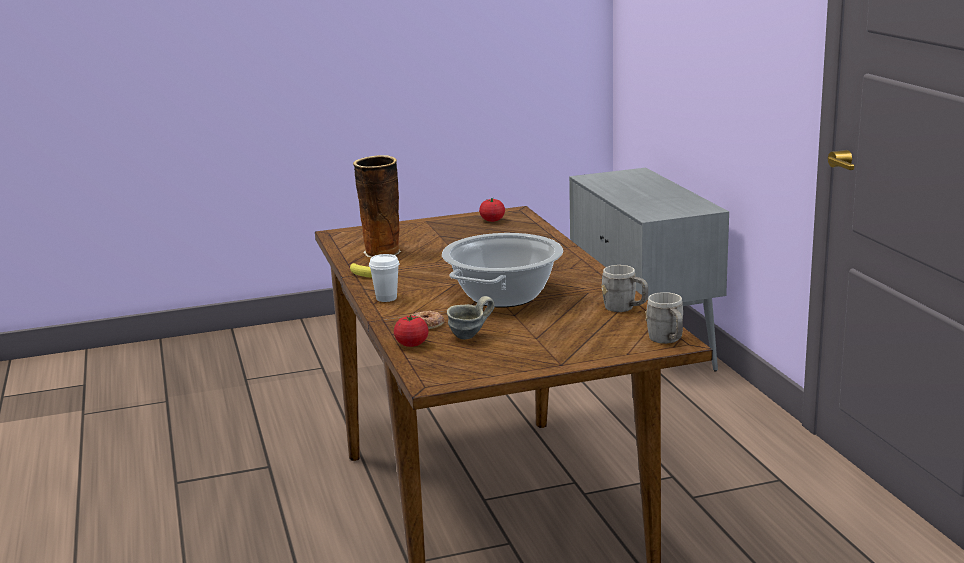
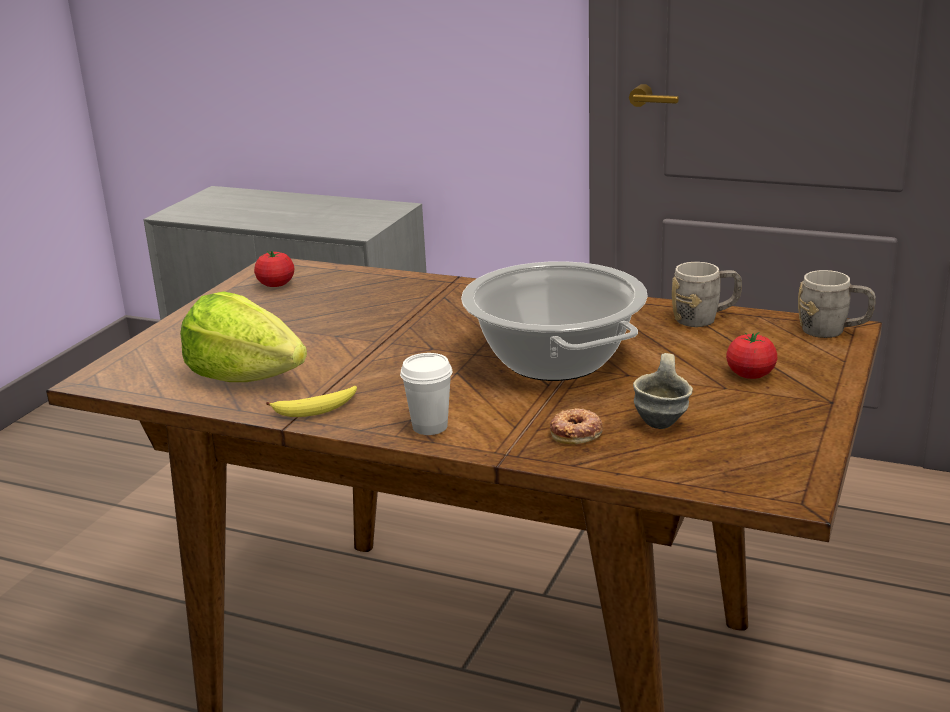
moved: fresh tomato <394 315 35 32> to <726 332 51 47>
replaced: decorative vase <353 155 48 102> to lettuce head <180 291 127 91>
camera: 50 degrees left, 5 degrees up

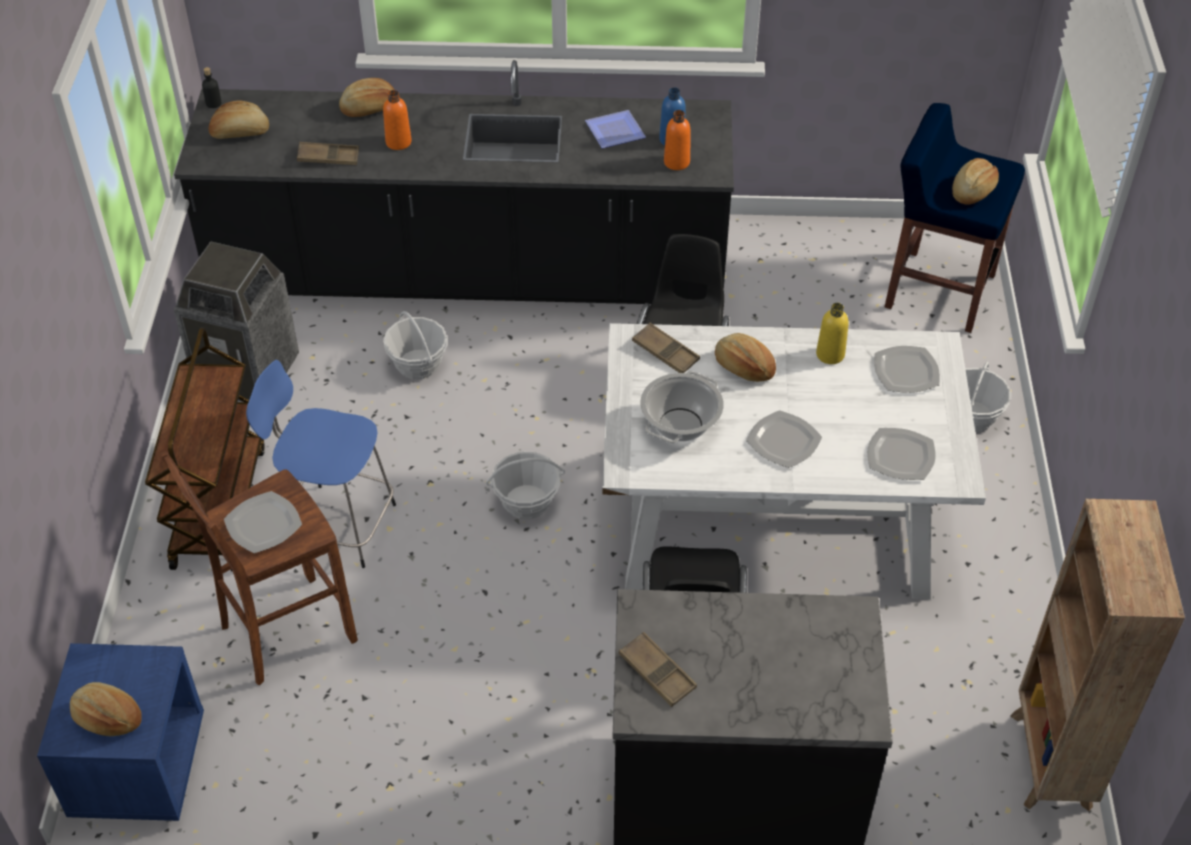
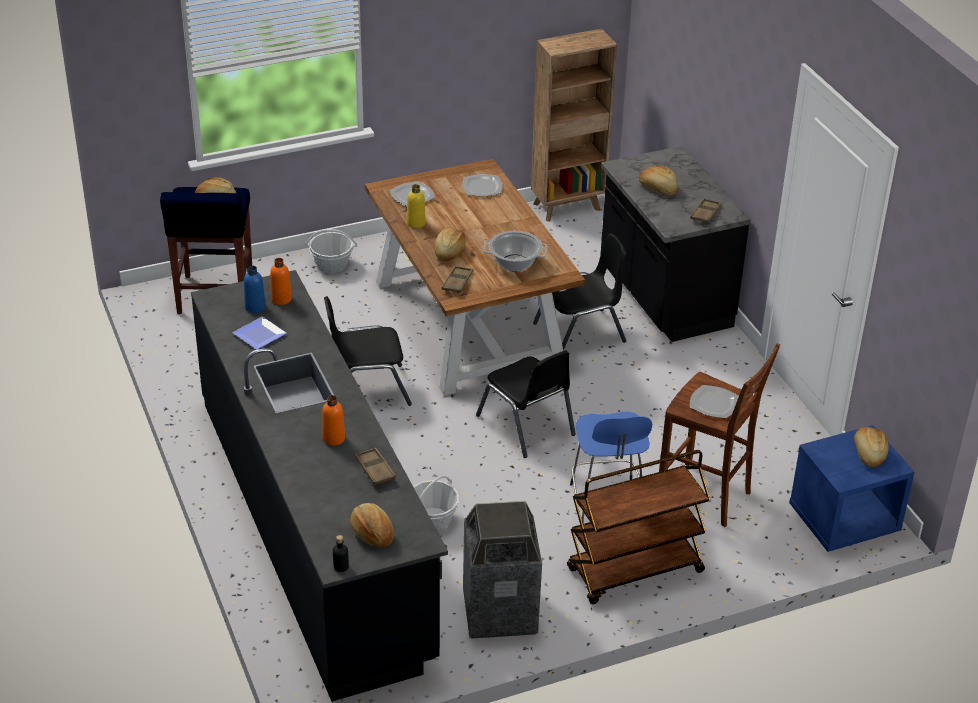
removed: plate <746 410 76 58>
moved: bread <339 78 55 39> to <639 165 39 31>
replaced: storage basket <486 452 79 67> to blackish plain chair <476 351 100 107>
recoloured: whitish dining table <602 323 384 277> to brown dining table <365 159 220 236>
camera: 115 degrees left, 10 degrees down

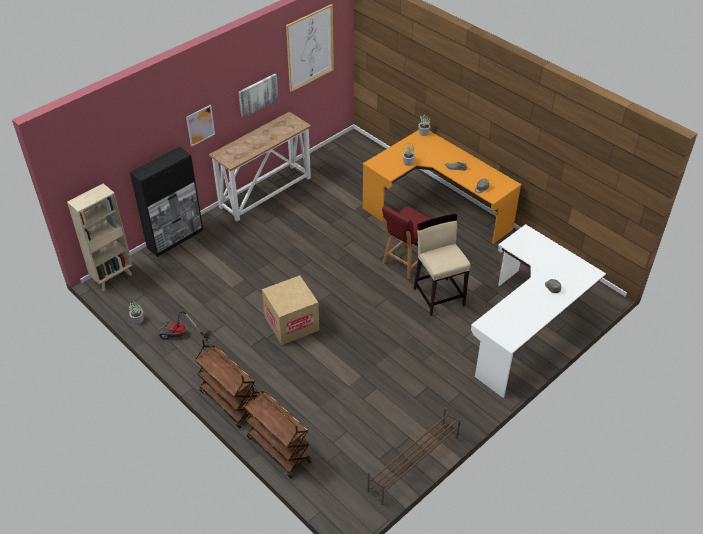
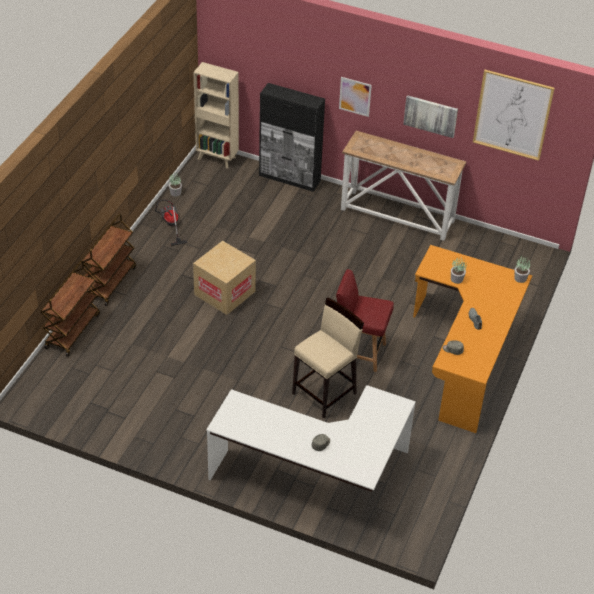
removed: brown shoe rack <367 407 94 98>
camera: 65 degrees right, 0 degrees up

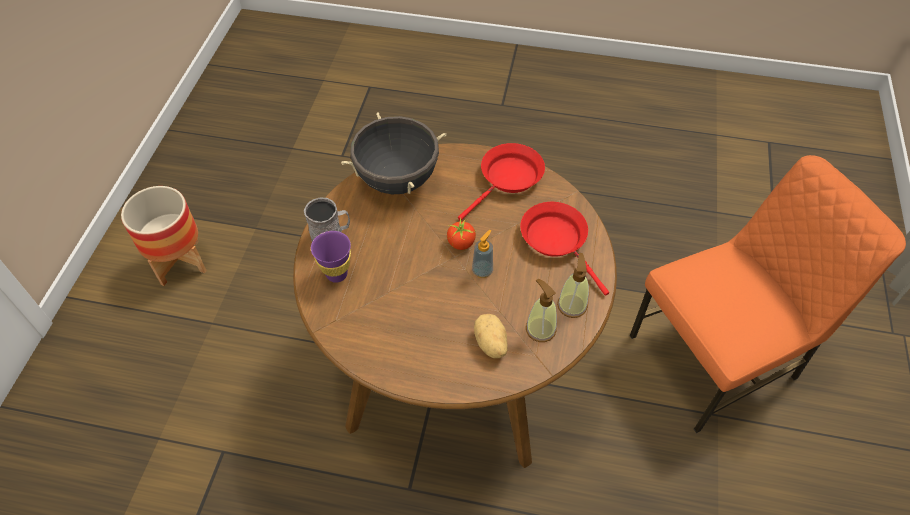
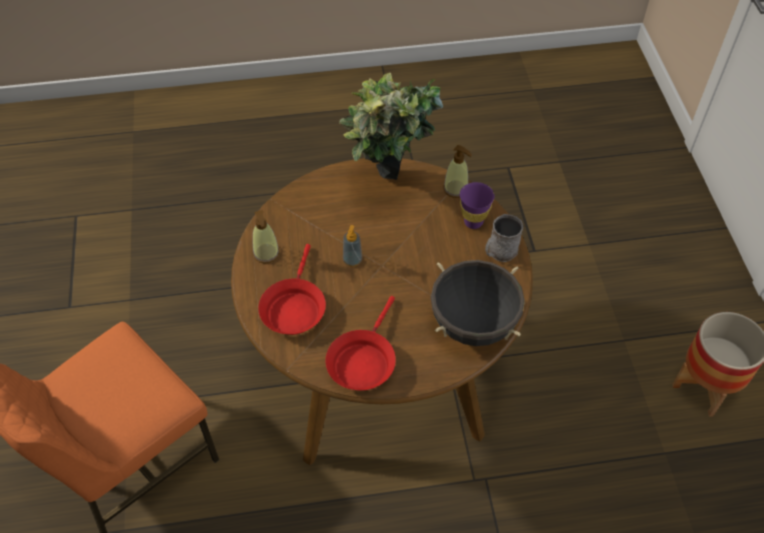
removed: fresh tomato <447 217 29 33>; whole potato <474 314 34 44>
added: plant in a pot <339 73 104 107>
moved: soap bottle <526 279 31 63> to <443 145 29 53>
turned: red-coloured frying pan <520 202 89 93> = <258 244 68 91> 60 degrees clockwise
camera: 160 degrees right, 0 degrees up

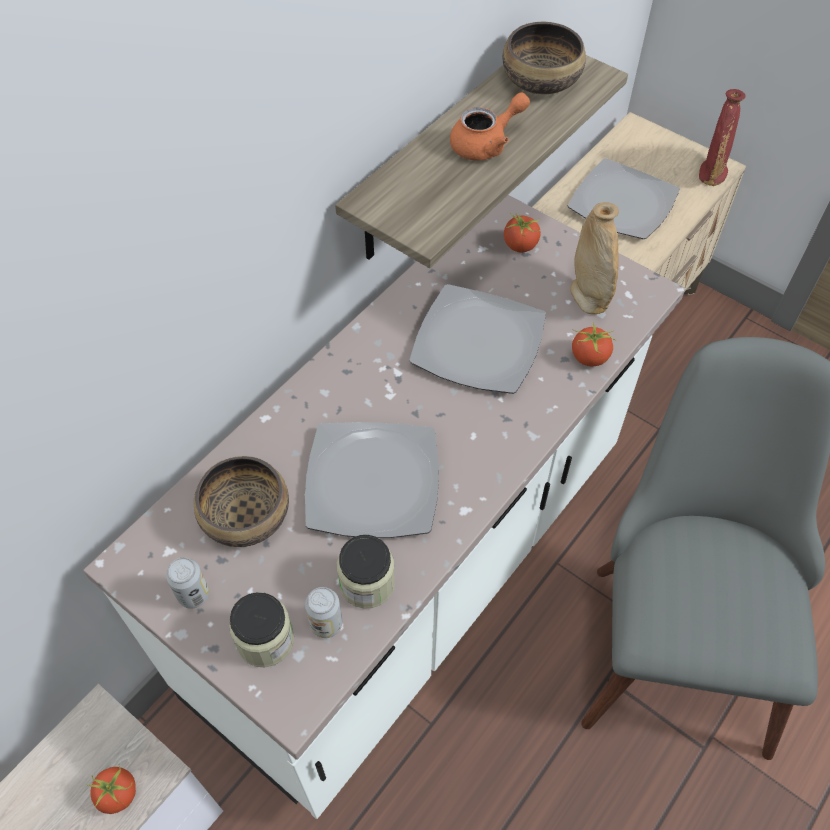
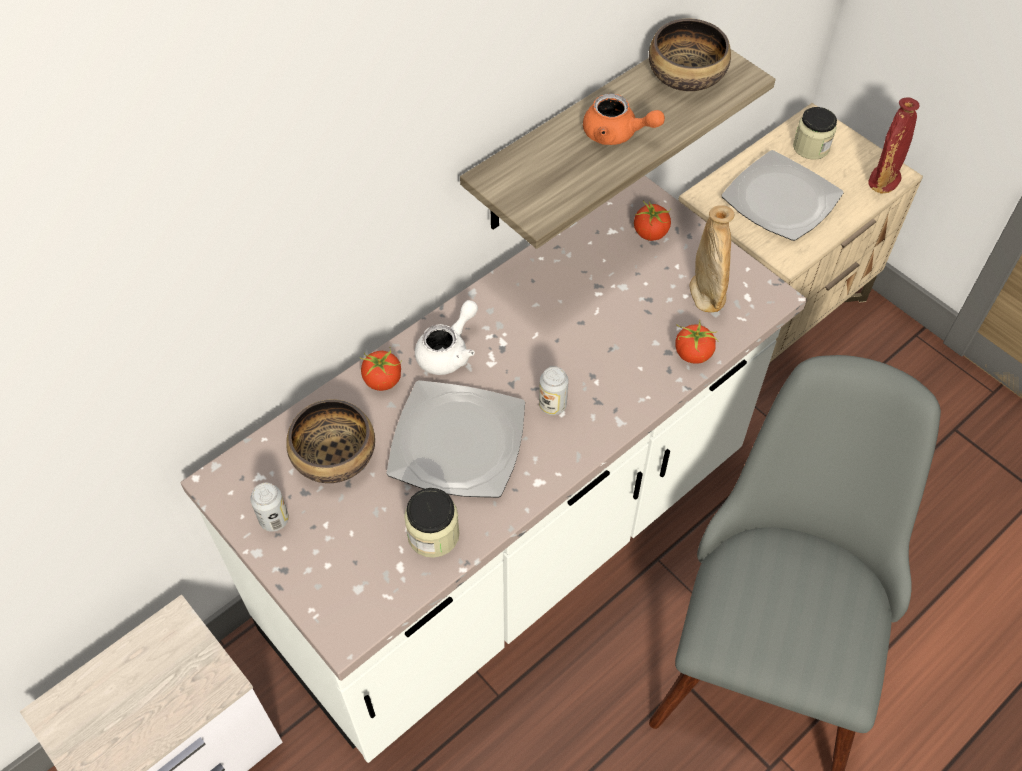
removed: plate <409 284 137 110>
added: whitish tea pot <415 300 63 75>
moved: fresh tomato <86 764 50 50> to <361 347 41 44>; sealed can <305 587 38 51> to <539 367 30 48>; jar <229 592 65 75> to <793 107 44 53>
turned: orangey tea pot <450 92 80 69> = <583 94 82 51> 45 degrees clockwise
camera: 10 degrees right, 0 degrees up

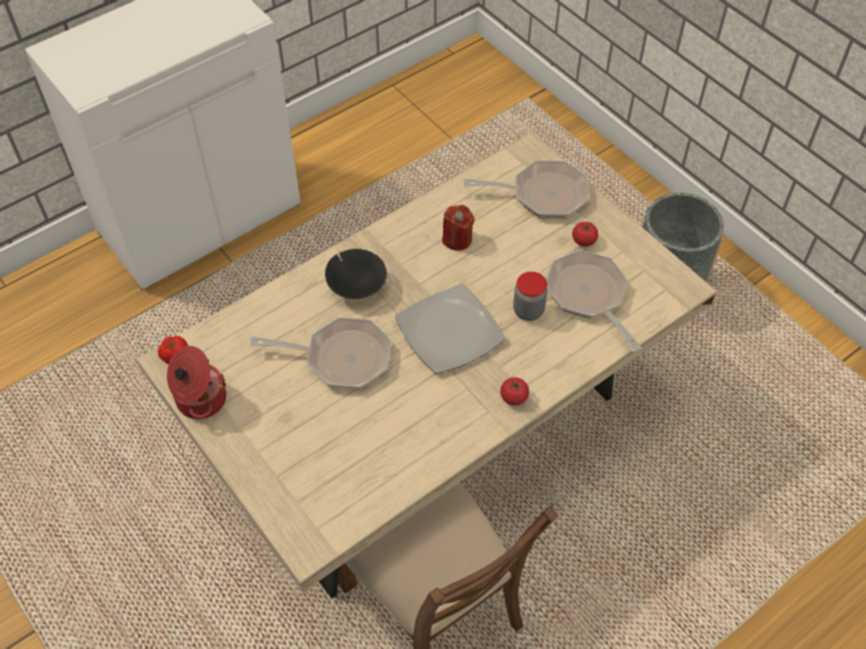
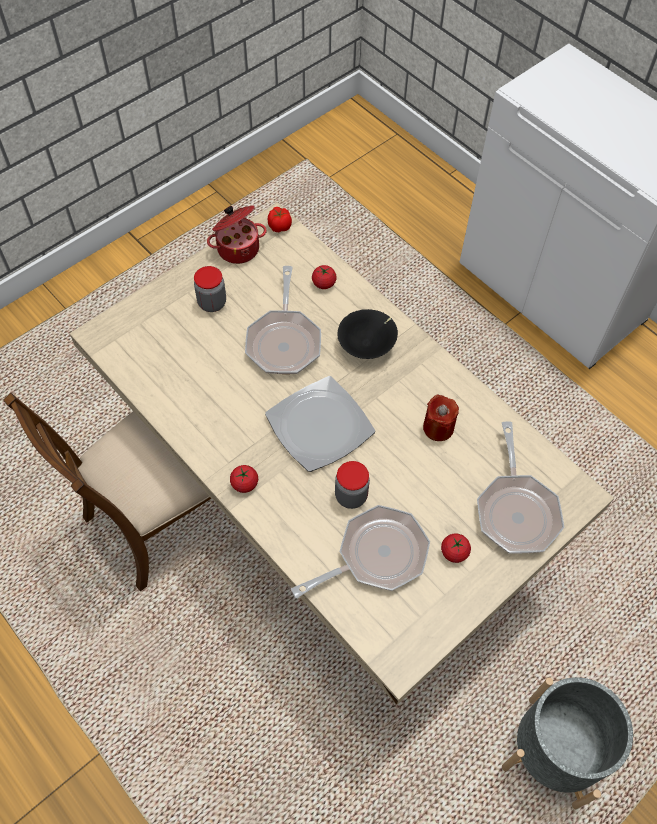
added: jar <194 266 32 46>; fresh tomato <312 265 25 24>
camera: 85 degrees right, 5 degrees up

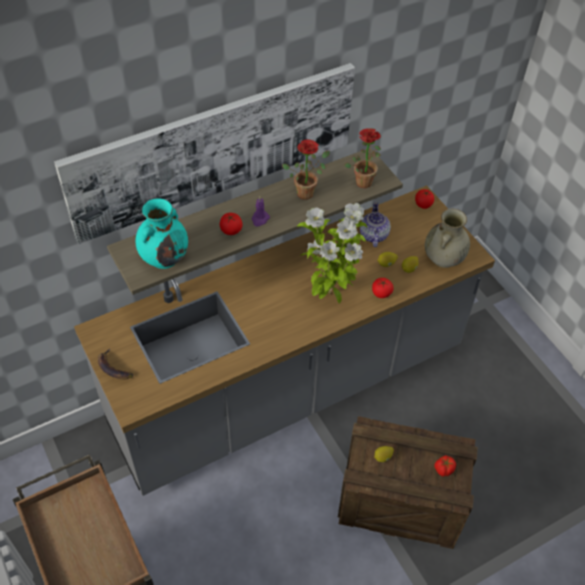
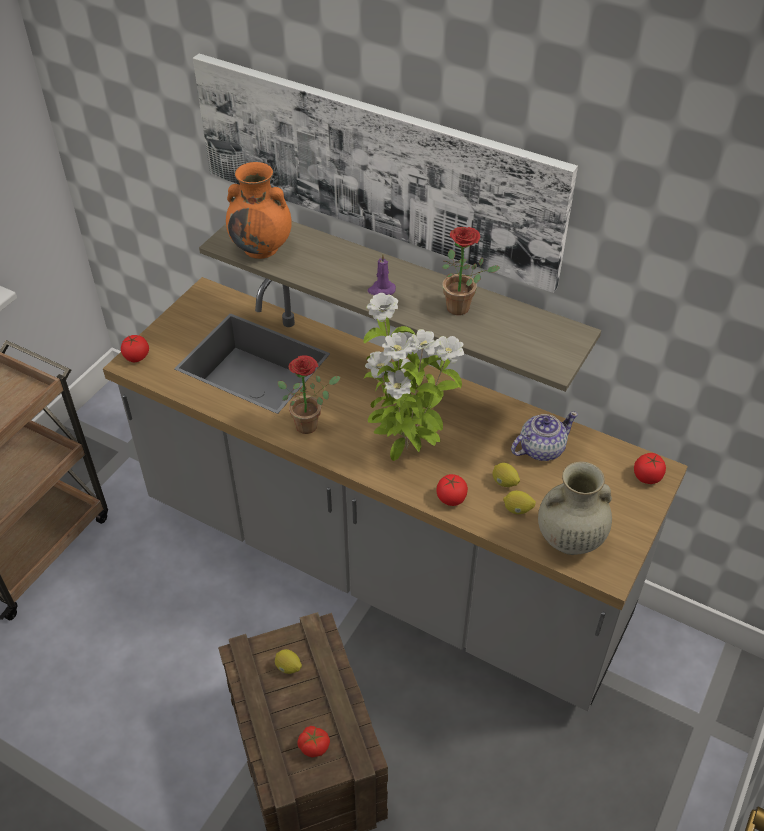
removed: whole banana <98 348 35 32>
moved: fresh tomato <220 213 23 22> to <121 335 28 27>; plant in a pot <344 128 37 60> to <278 355 62 79>
recoloured: blue-green decorative vase <135 198 53 71> to orangey decorative vase <226 162 66 97>
camera: 60 degrees right, 5 degrees down

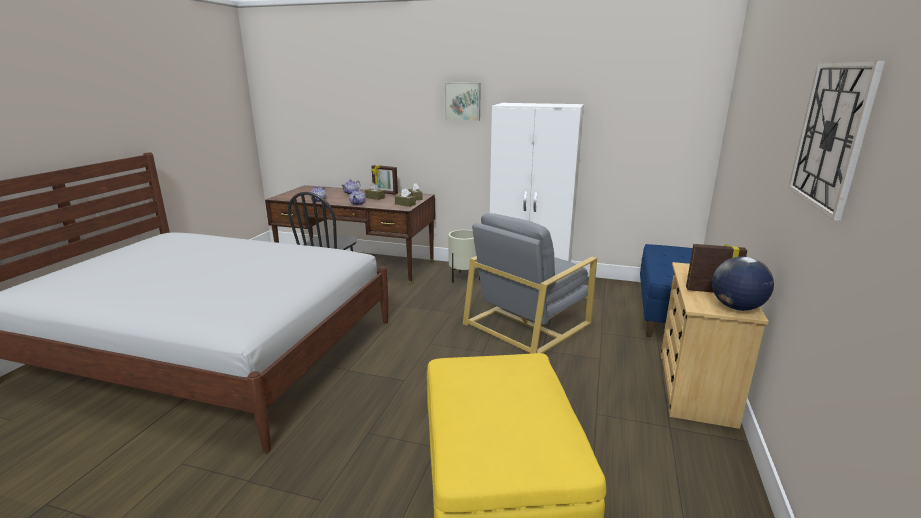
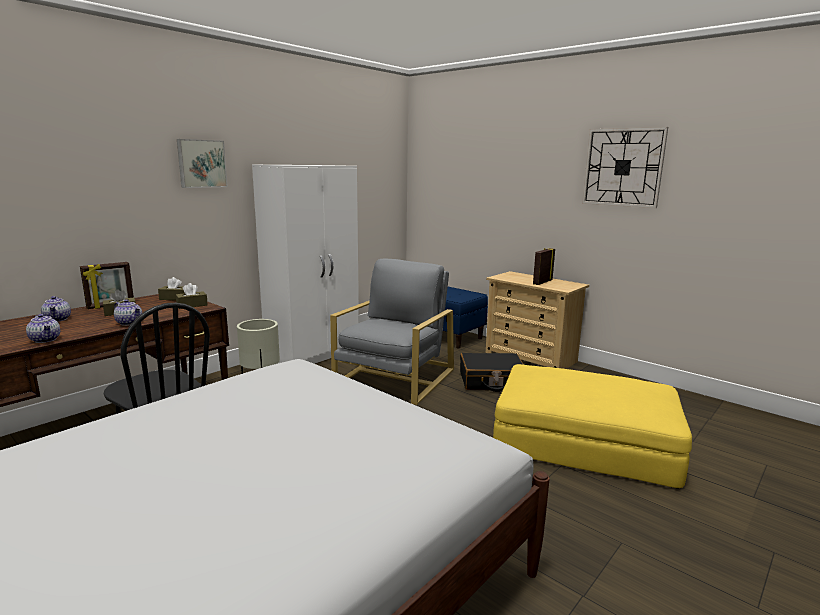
removed: world globe <712 256 62 55>
added: blackish suitcase <460 353 64 39>
turned: greyish lounge chair <463 213 134 141> = <330 259 124 146> 135 degrees counterclockwise
camera: 65 degrees left, 5 degrees down

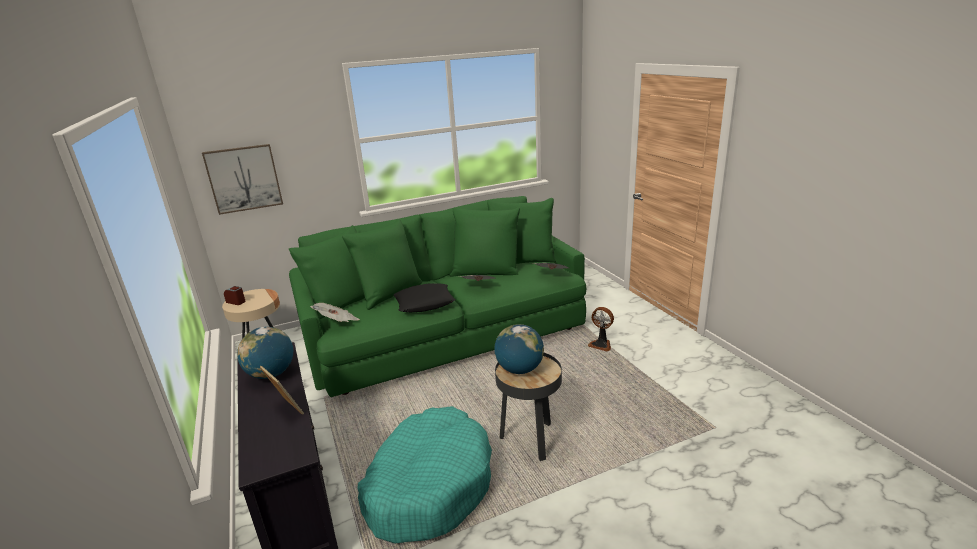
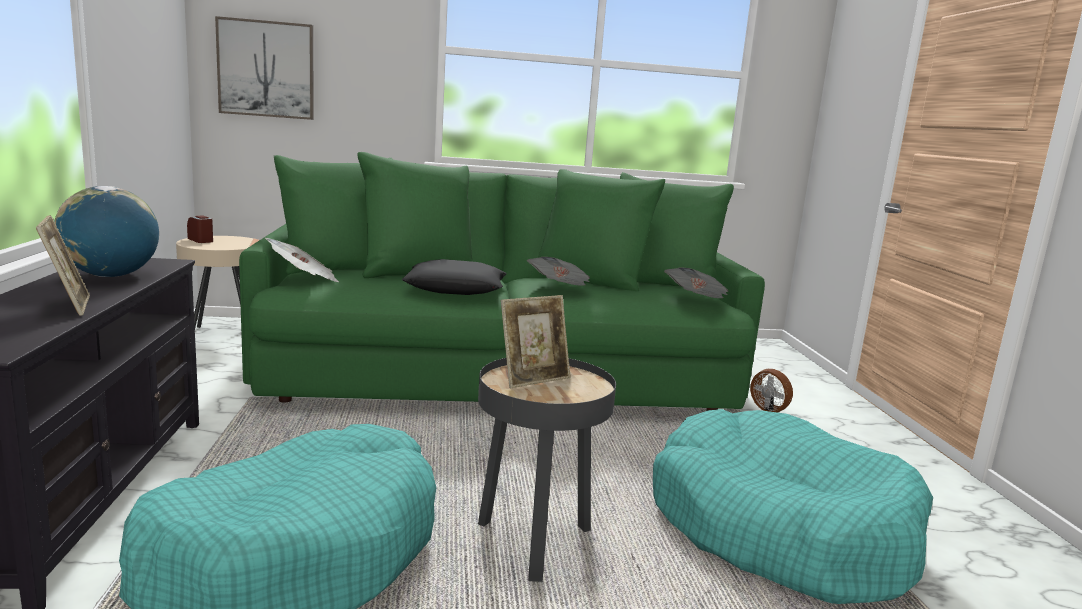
added: blue-green dog bed <653 409 280 195>
replaced: world globe <494 324 50 50> to standing frame <501 295 70 93>
camera: 15 degrees right, 10 degrees down

